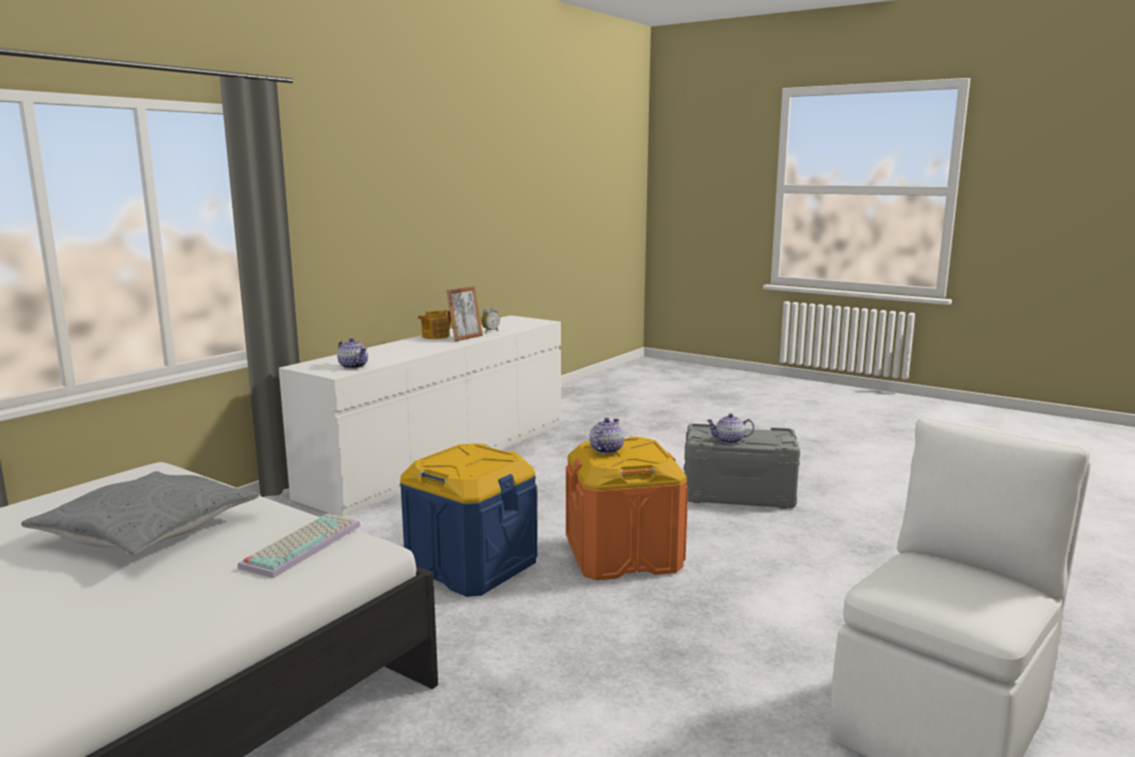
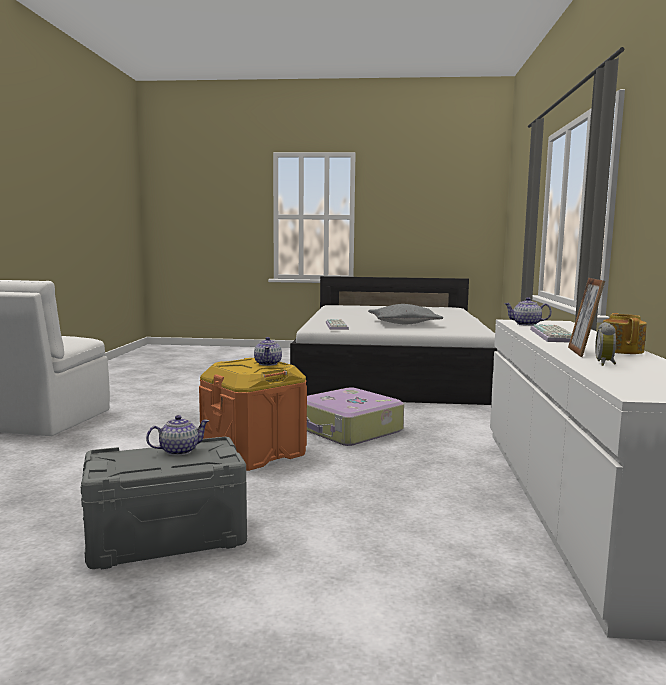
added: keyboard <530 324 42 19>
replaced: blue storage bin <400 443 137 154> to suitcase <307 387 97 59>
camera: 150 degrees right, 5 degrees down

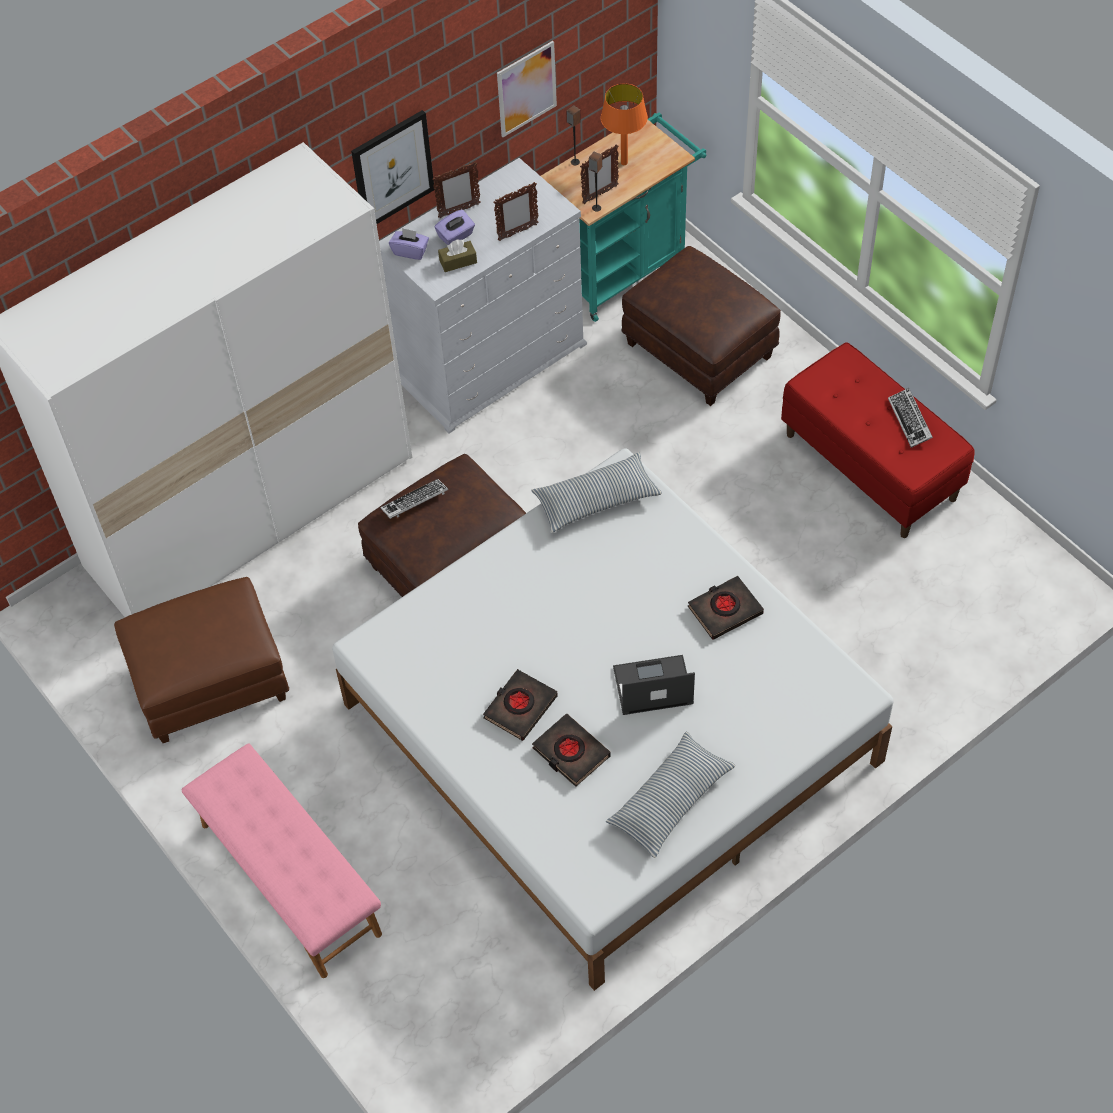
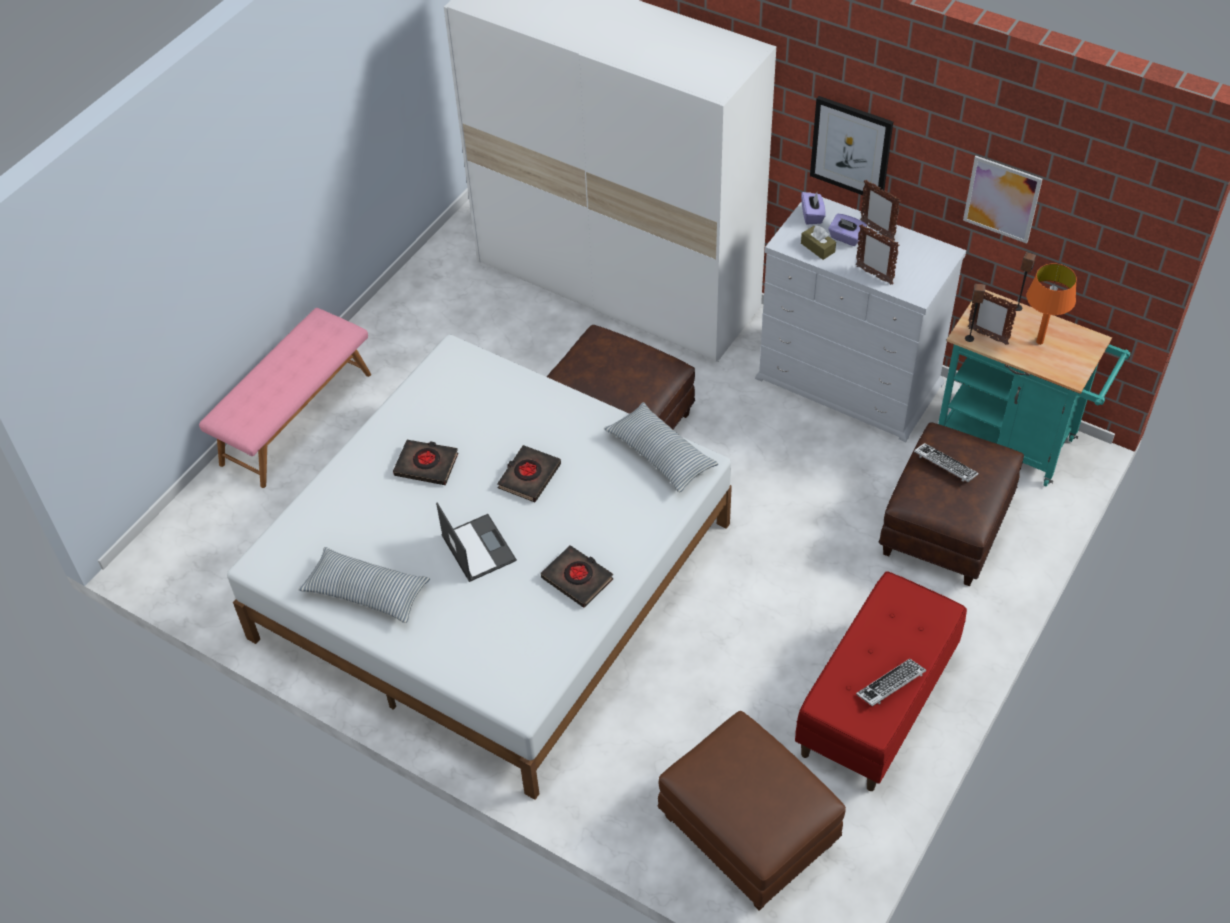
moved: blackish book <532 714 79 73> to <497 445 64 57>; brown pouffe <114 577 175 166> to <657 711 189 200>; keyboard <380 479 68 40> to <914 443 65 39>
camera: 70 degrees right, 5 degrees down

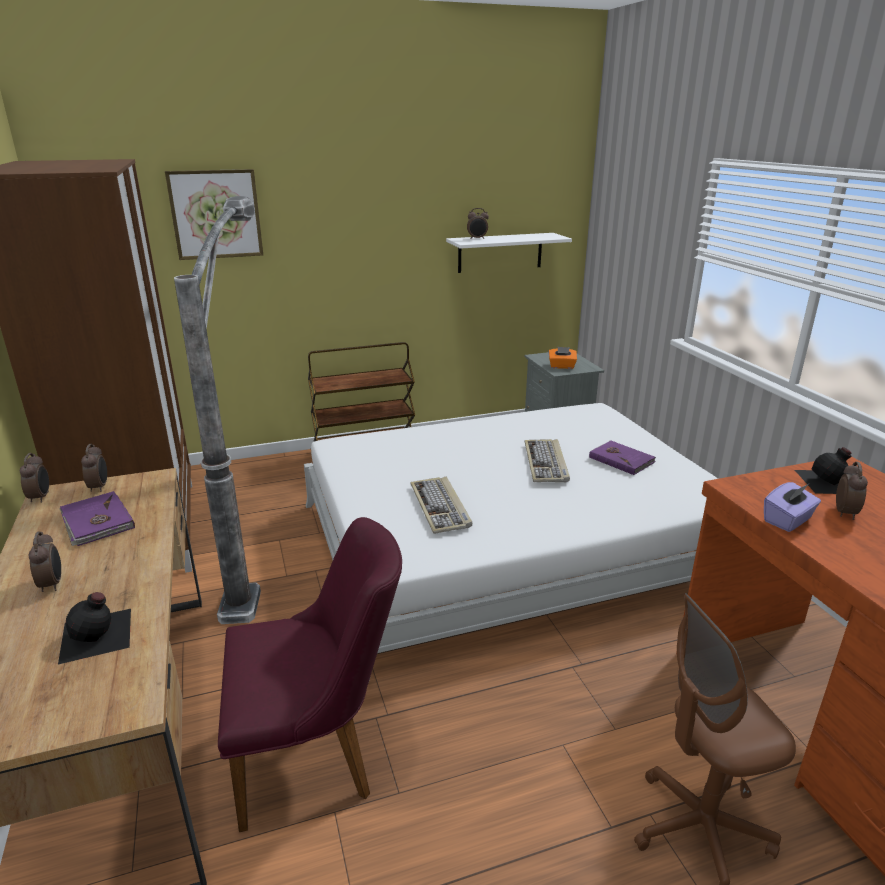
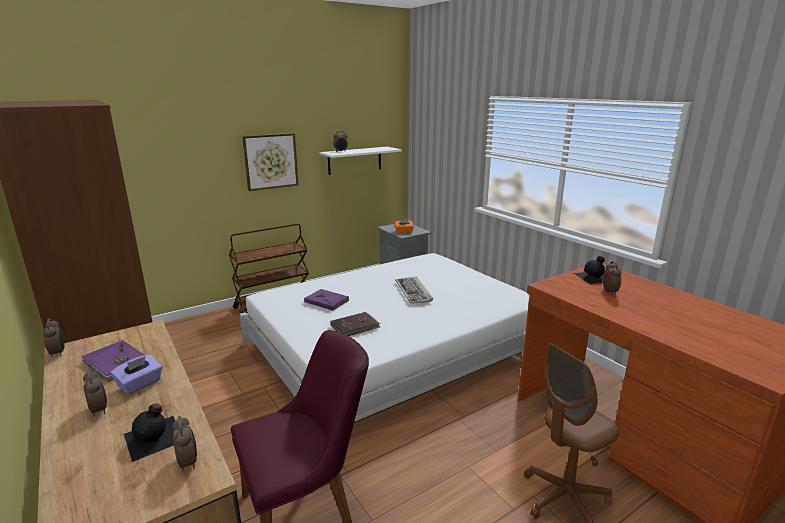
removed: standard lamp <174 196 87 428>
moved: purple tissue box <764 482 57 50> to <110 354 52 41>; alarm clock <81 444 26 48> to <173 416 24 55>; wall picture <165 169 98 91> to <242 133 57 58>; purple book <589 441 67 34> to <304 289 46 21>
replaced: keyboard <411 477 61 57> to brown book <330 312 50 24>
camera: 15 degrees left, 5 degrees down

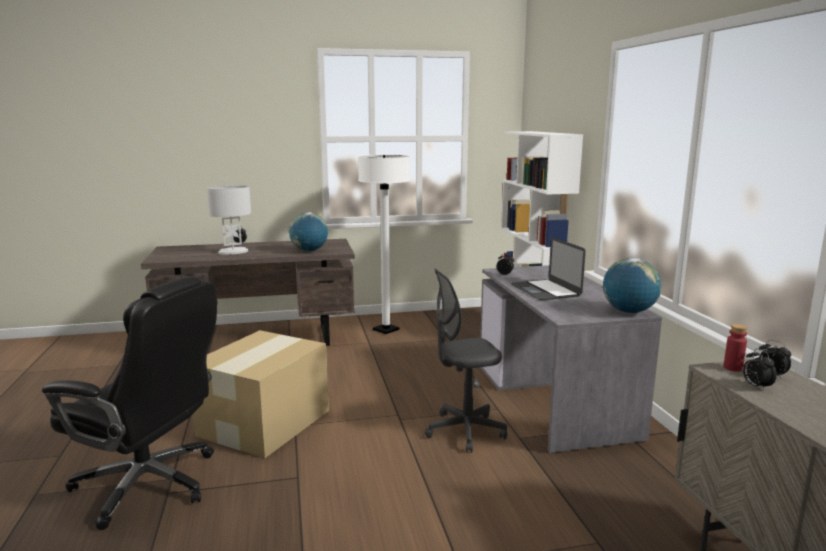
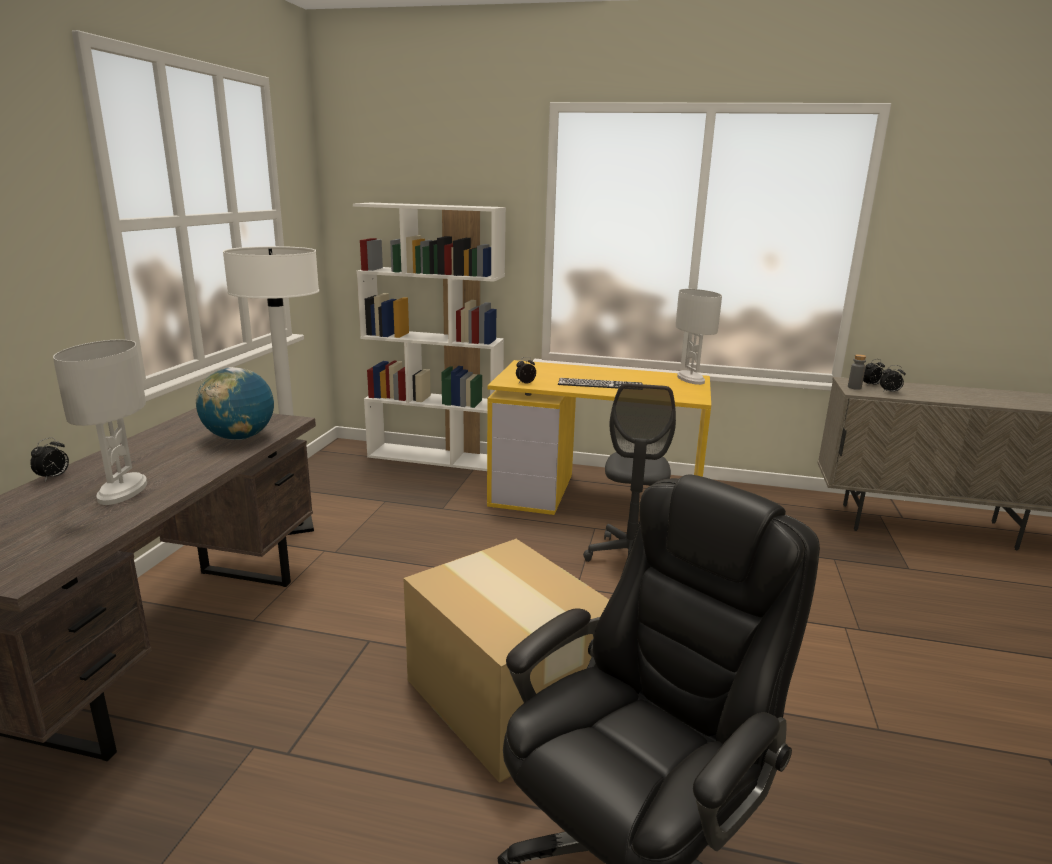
replaced: notebook computer <511 237 75 63> to keyboard <558 378 84 10>; world globe <603 258 58 55> to whitish tabletop lamp <676 289 46 96>
recoloured: greyish desk <480 265 182 188> to yellowish desk <487 360 224 155>; red-coloured bottle <724 324 23 47> to greyish bottle <848 354 18 36>
camera: 65 degrees left, 5 degrees up

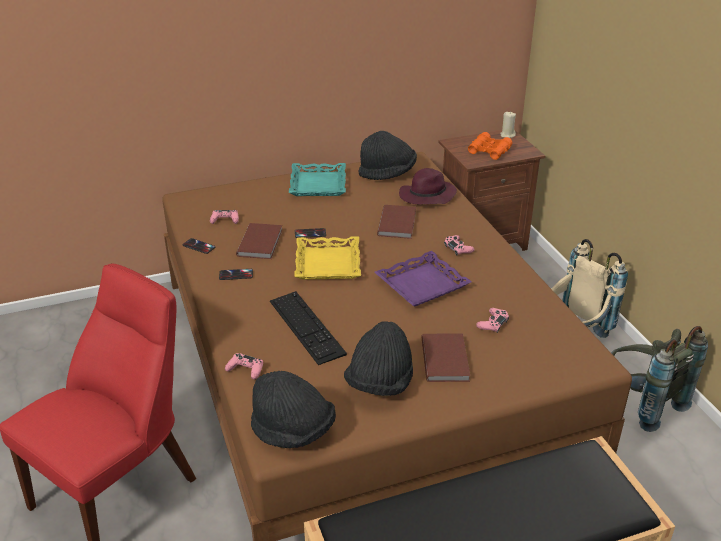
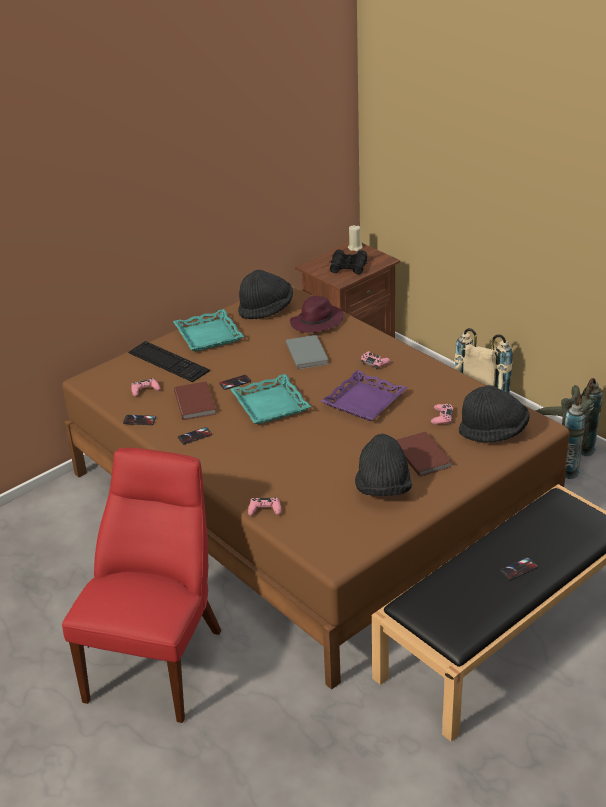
added: phone <500 557 38 23>
moved: keyboard <270 291 77 74> to <128 341 82 41>; blackish hat <251 371 85 77> to <459 385 71 58>
recoloured: yellowish carrying tray <294 236 67 44> to blue-green carrying tray <230 374 81 50>; brown book <377 205 39 34> to greyish book <286 335 43 35>; orangey binoculars <468 132 44 28> to blackish binoculars <330 249 37 25>
camera: 20 degrees left, 0 degrees up

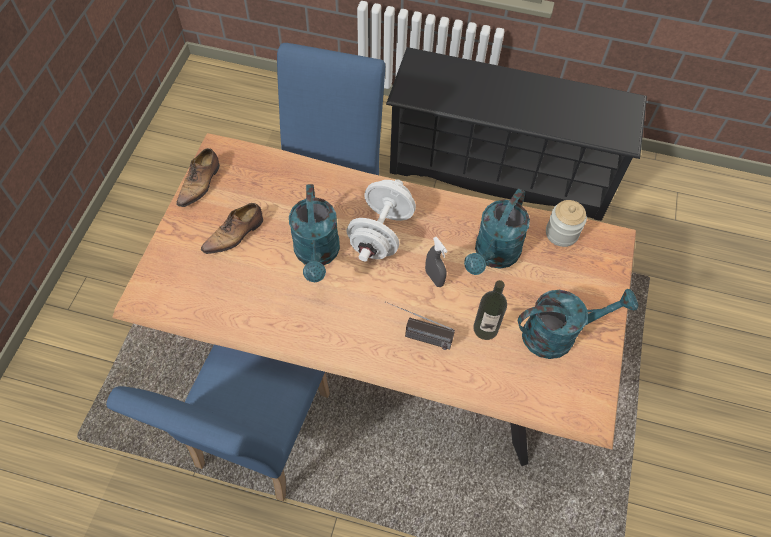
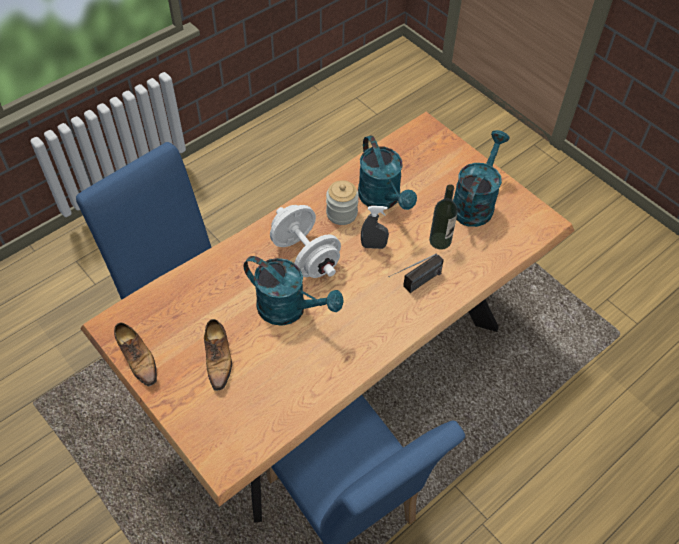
removed: blackish shoe rack <386 47 261 174>
moved: jar <546 200 41 47> to <326 180 33 45>
camera: 55 degrees left, 5 degrees down

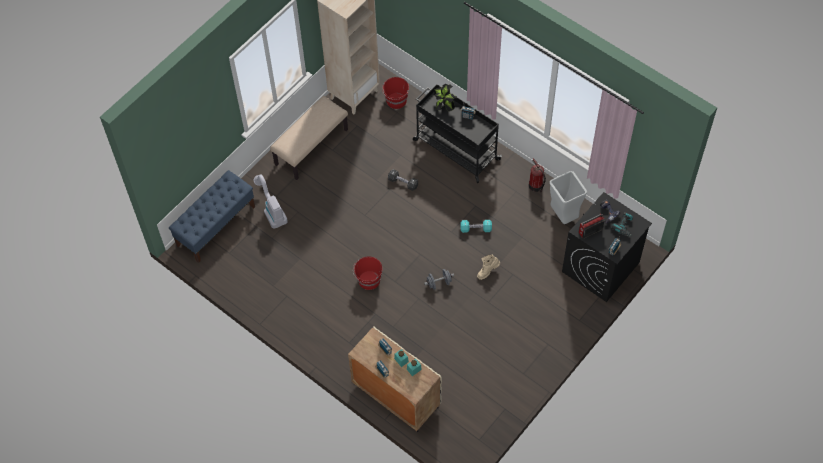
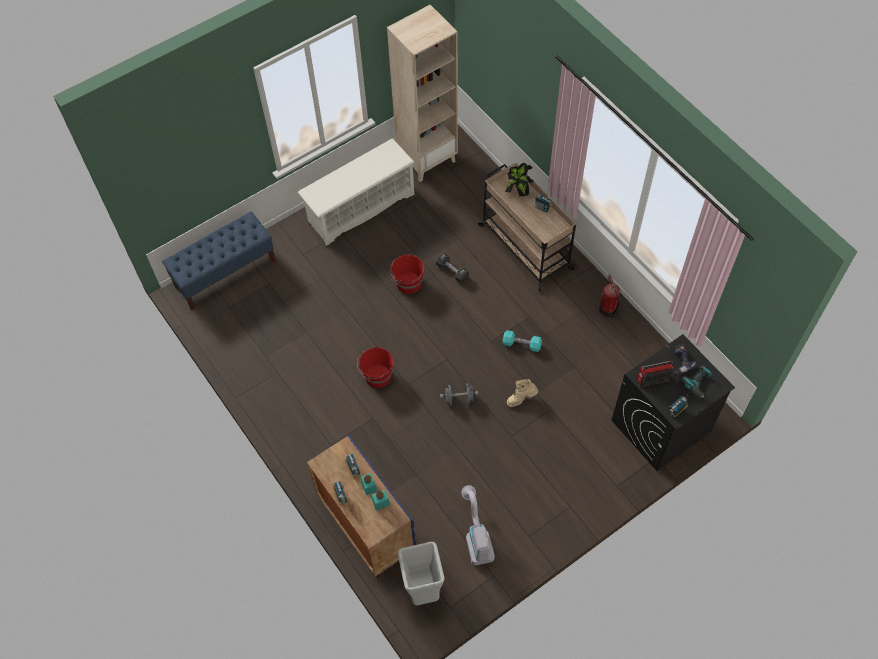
moved: red-coloured bucket <382 77 27 32> to <390 254 34 40>; greyish trash can <550 171 37 53> to <398 542 47 63>; hoover <254 174 34 55> to <461 485 34 80>
replaced: beige bench <270 96 78 84> to whitish shoe rack <298 138 117 108>
recoloured: beige cabinet <348 326 94 106> to blue cabinet <307 435 109 142>; blackish trolley <413 84 89 99> to beige trolley <478 162 99 129>
camera: 15 degrees right, 0 degrees up

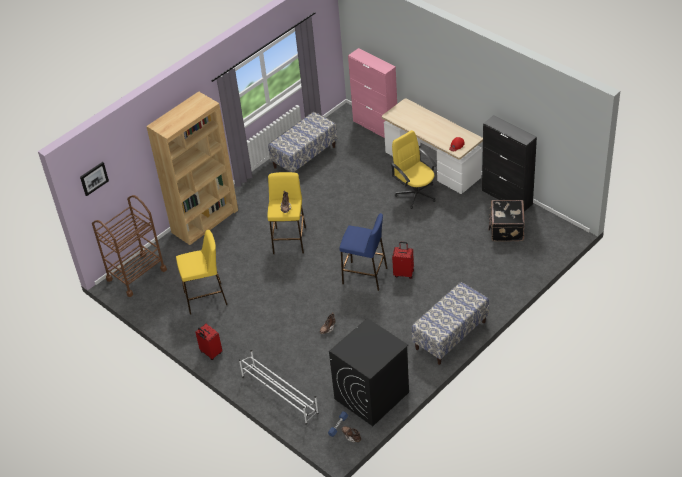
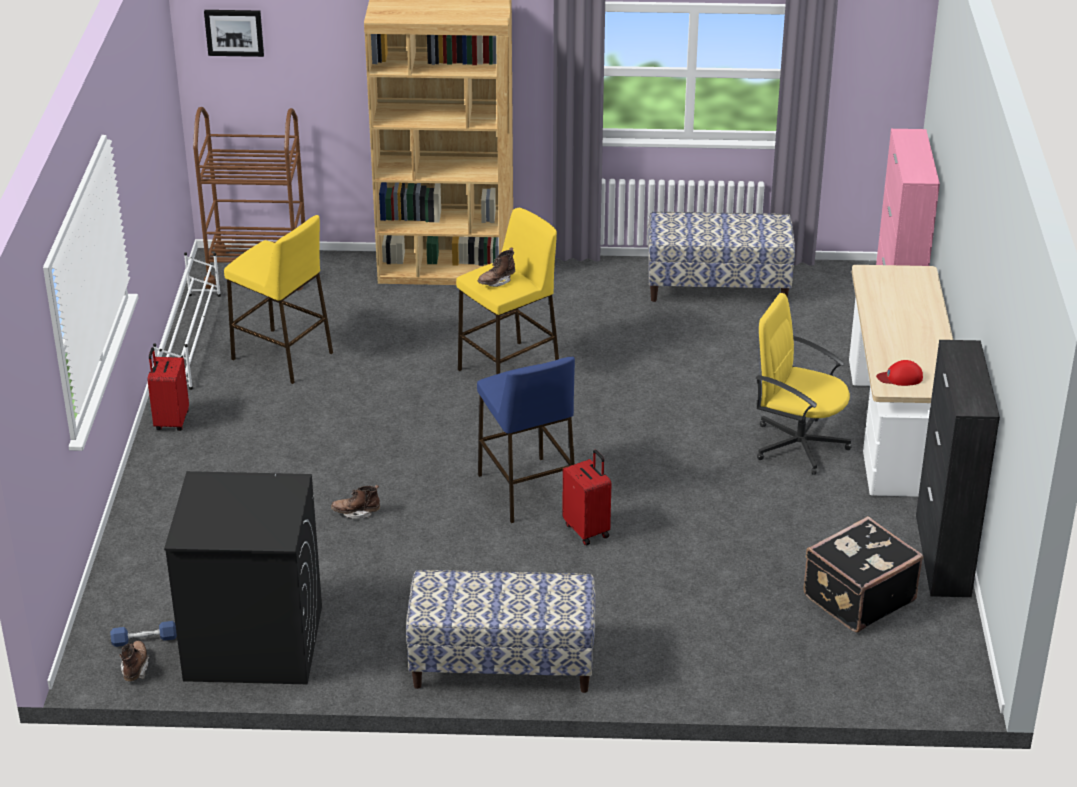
moved: whitish shoe rack <239 350 80 74> to <153 252 68 138>
turned: yellowish office chair <391 130 46 79> = <756 293 96 182> 75 degrees counterclockwise
camera: 45 degrees right, 10 degrees down

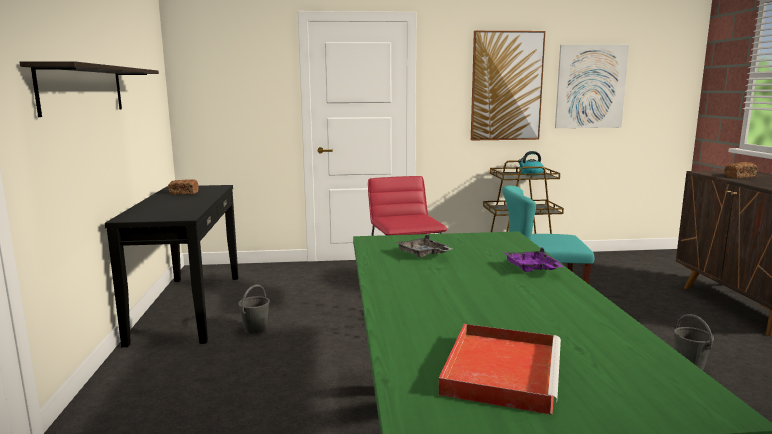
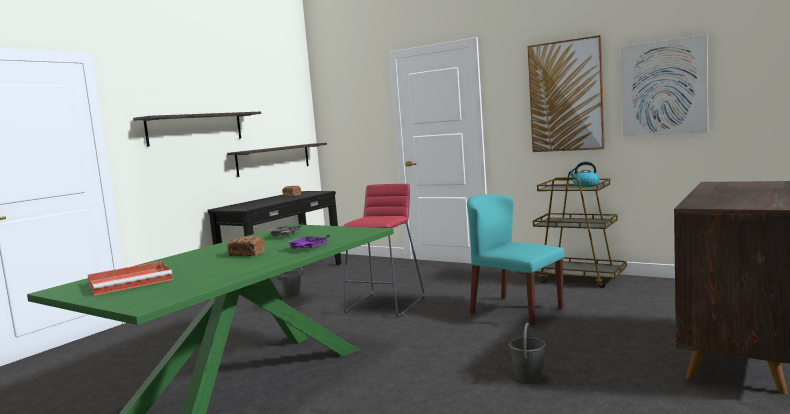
added: bracket shelf <227 143 100 34>
moved: bread <724 162 33 16> to <227 236 38 20>
camera: 40 degrees right, 5 degrees down

